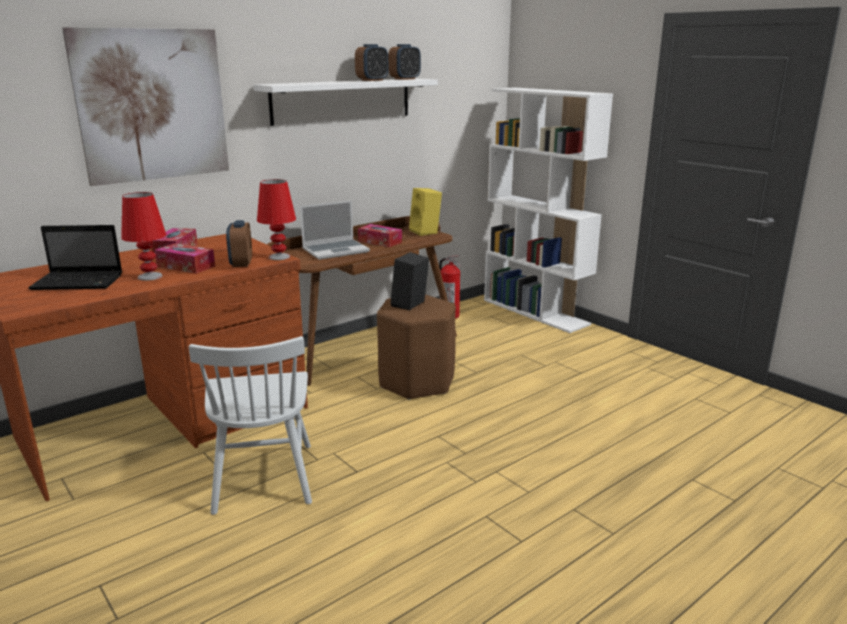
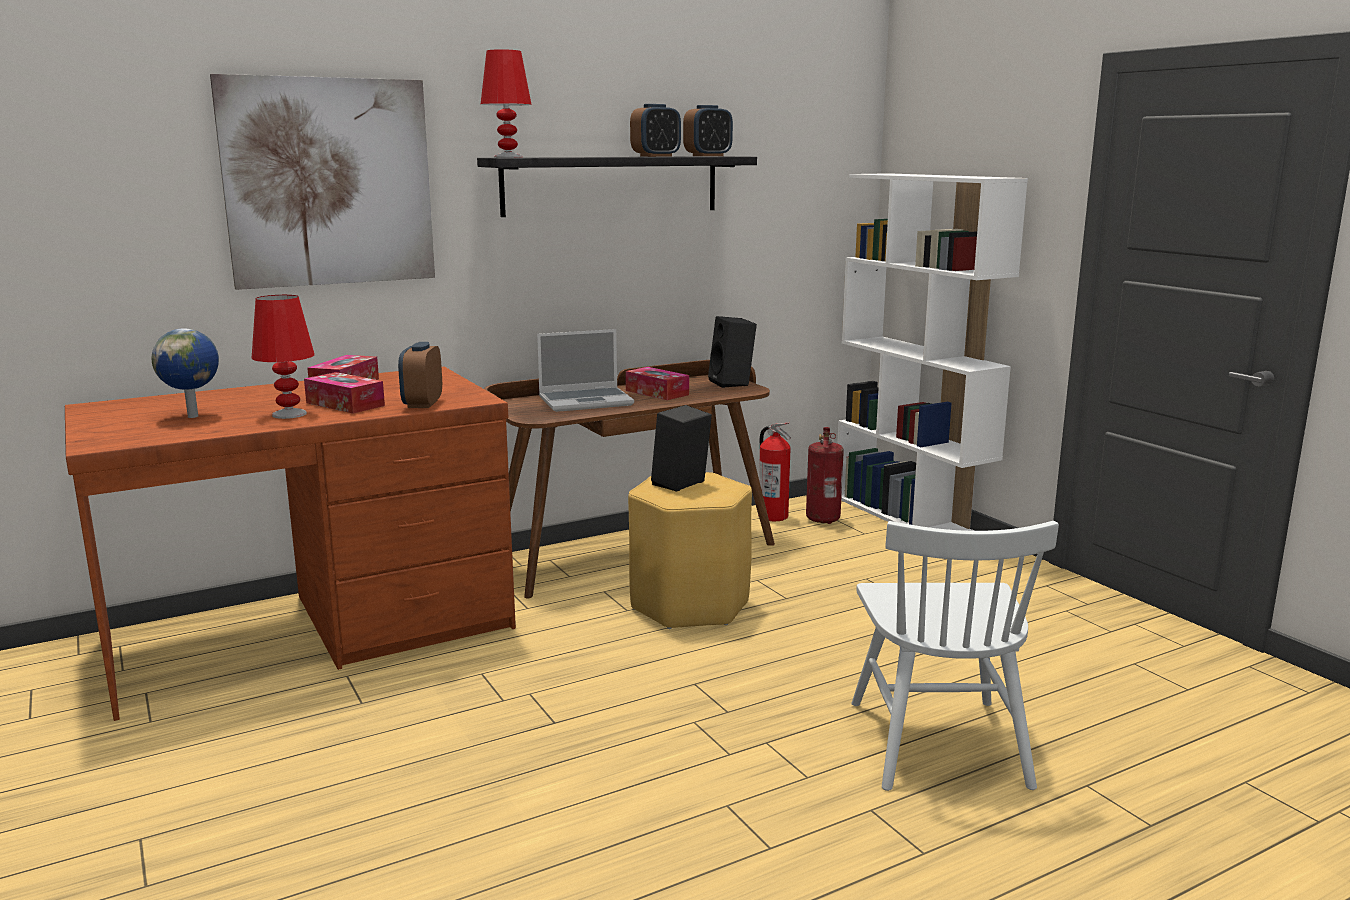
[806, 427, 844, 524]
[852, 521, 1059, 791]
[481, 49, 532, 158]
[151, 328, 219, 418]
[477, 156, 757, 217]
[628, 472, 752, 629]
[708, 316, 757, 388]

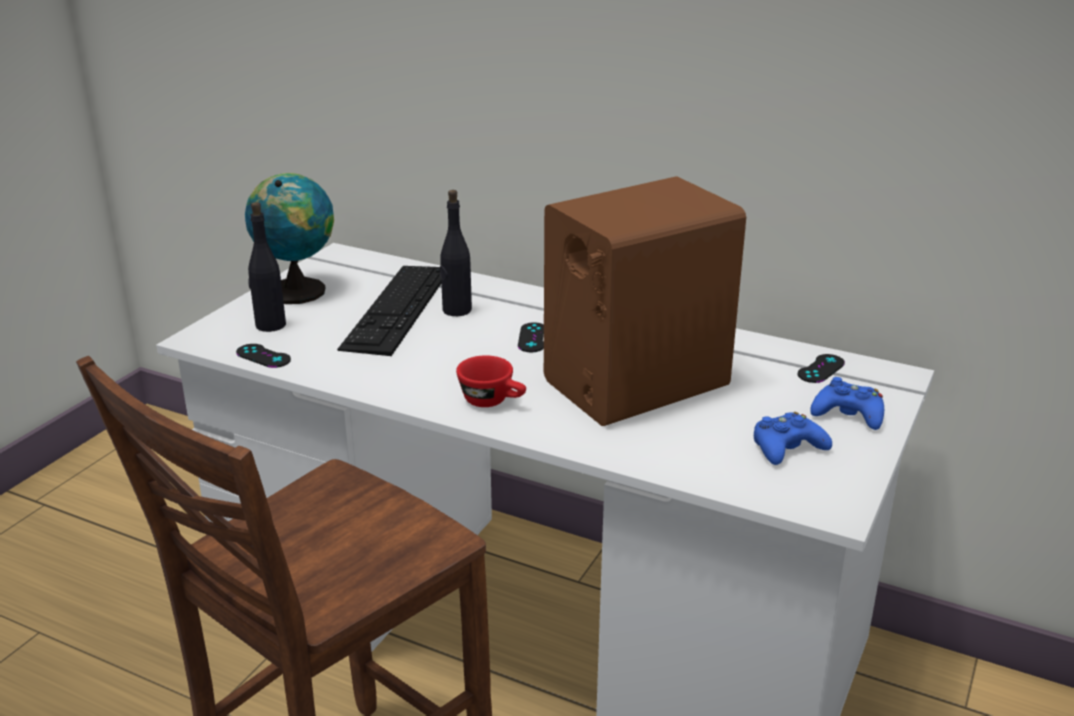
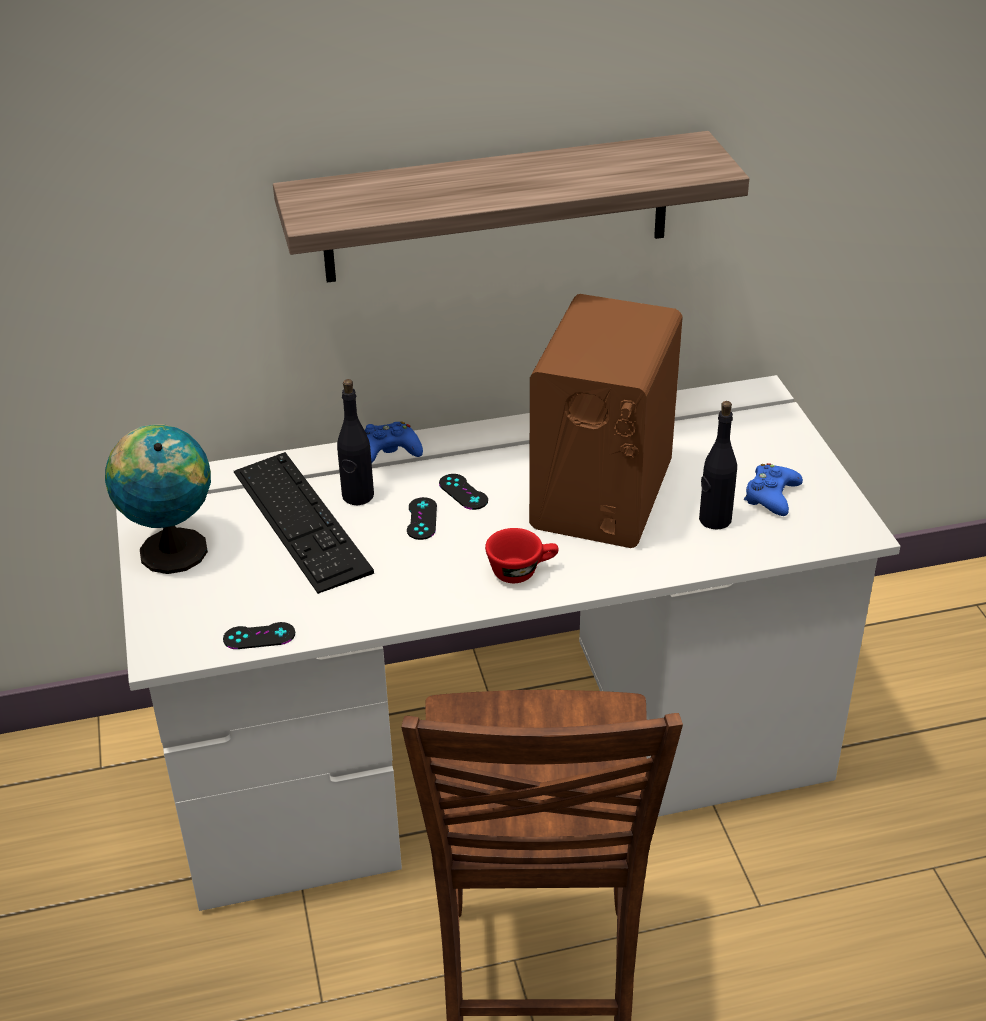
[273, 131, 749, 283]
[699, 401, 737, 530]
[407, 497, 437, 540]
[365, 421, 423, 463]

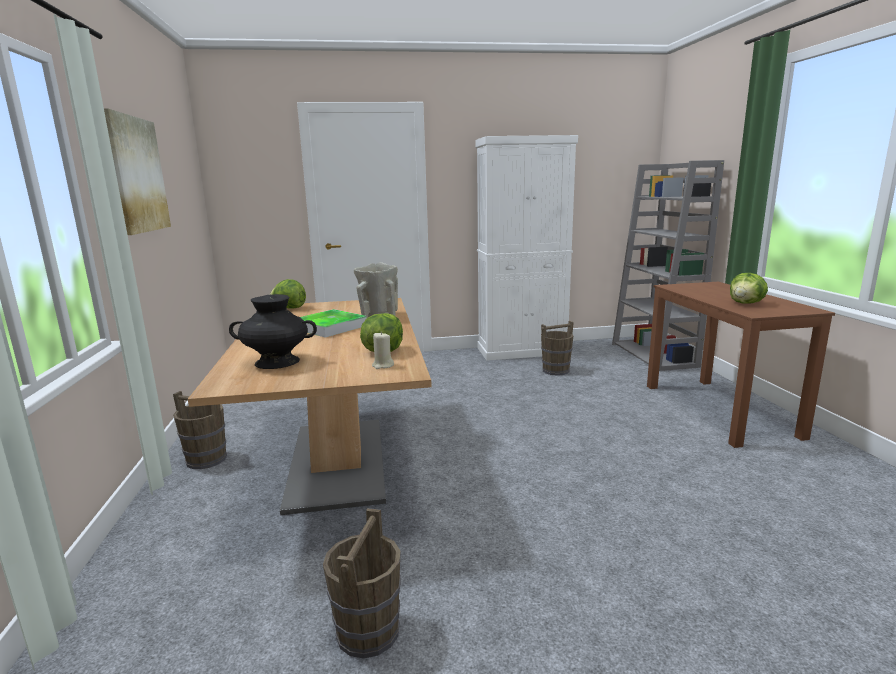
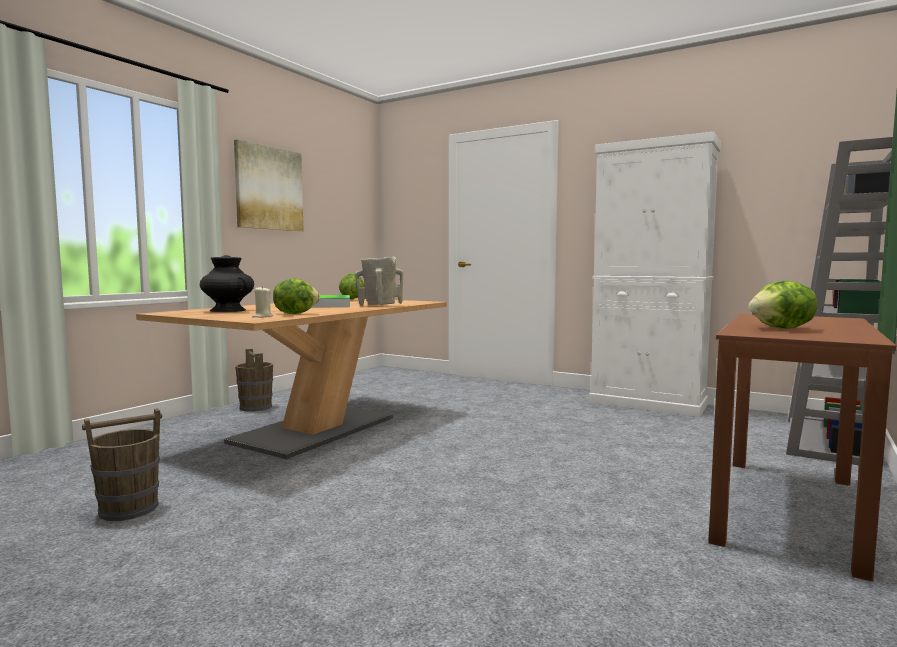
[541, 321, 574, 376] (first image)

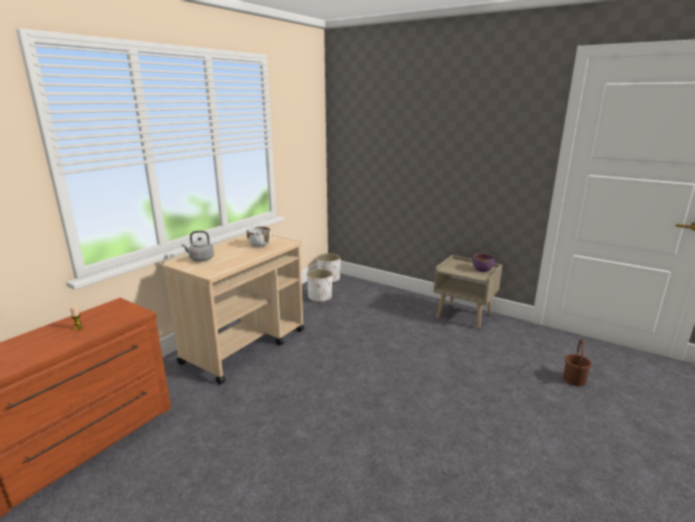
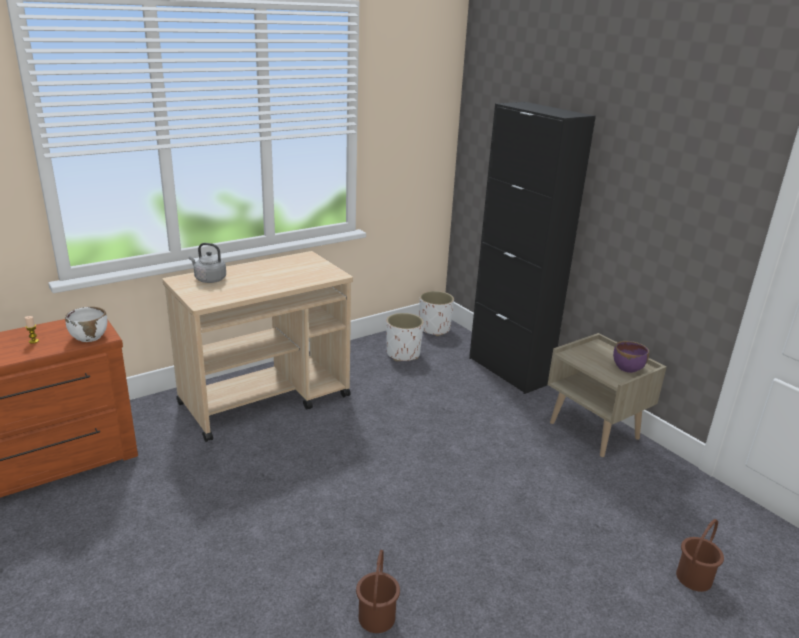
[356, 550, 400, 633]
[469, 102, 596, 394]
[65, 307, 107, 342]

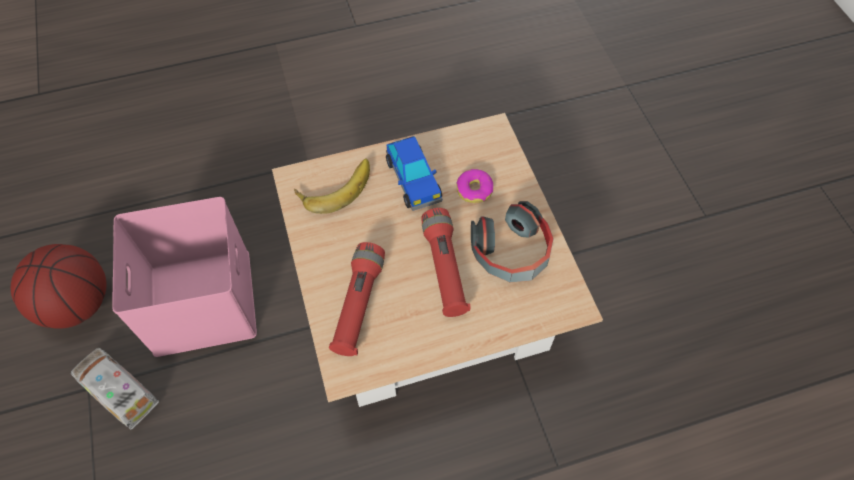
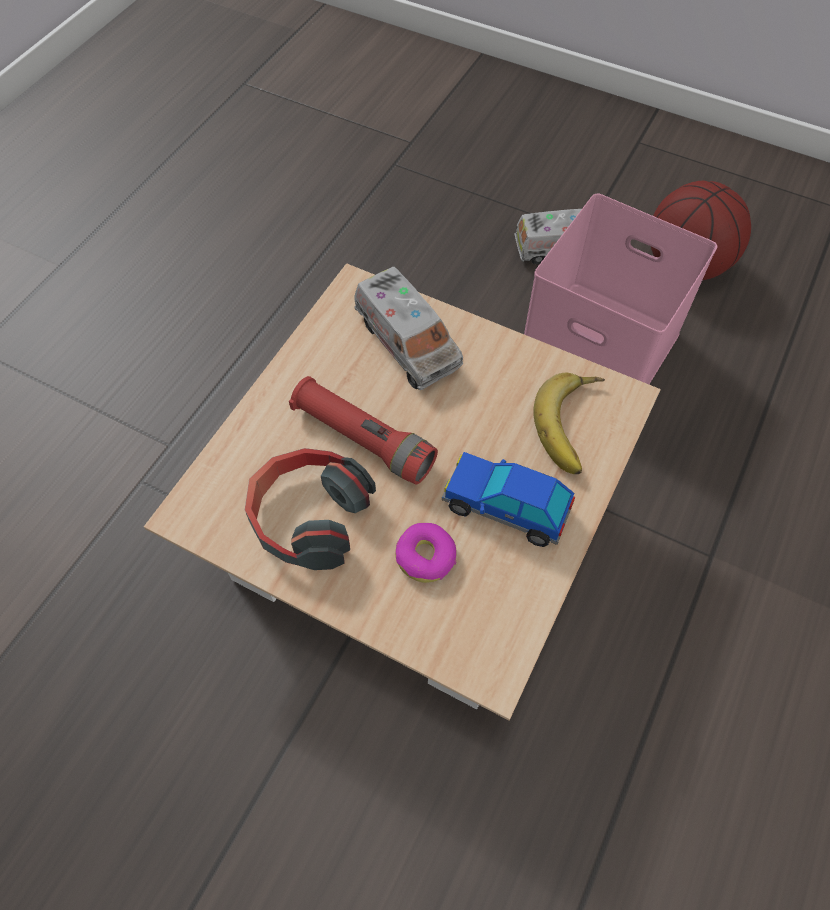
[354, 267, 463, 390]

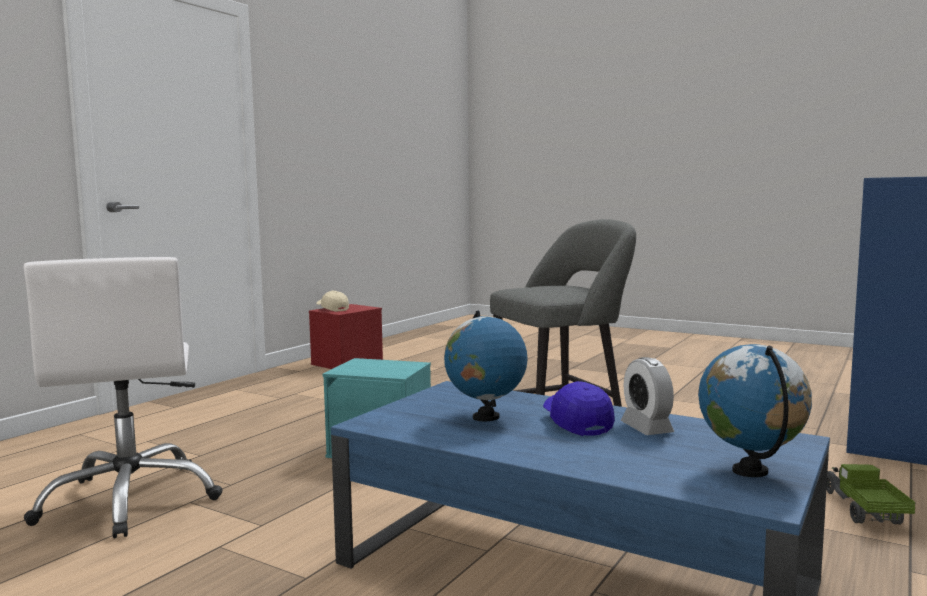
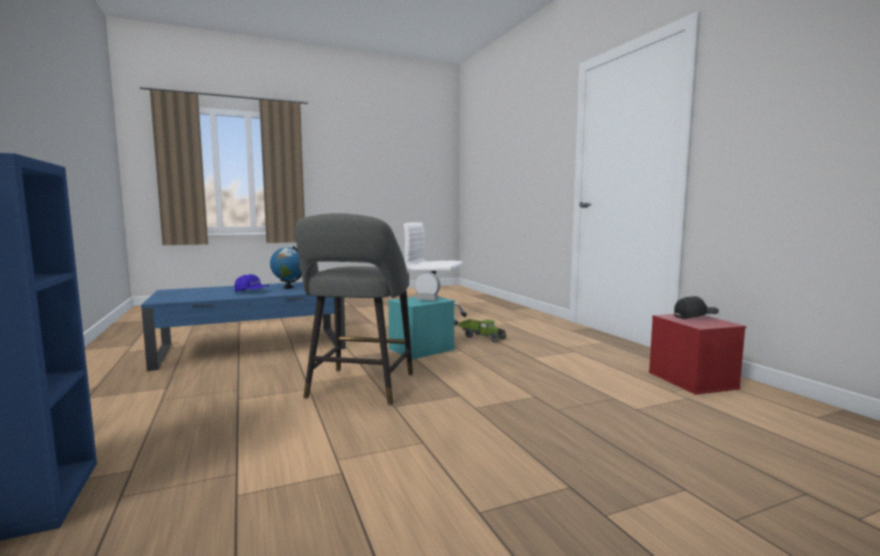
[698, 344, 812, 477] (first image)
[414, 272, 440, 301]
[459, 319, 506, 343]
[674, 296, 719, 319]

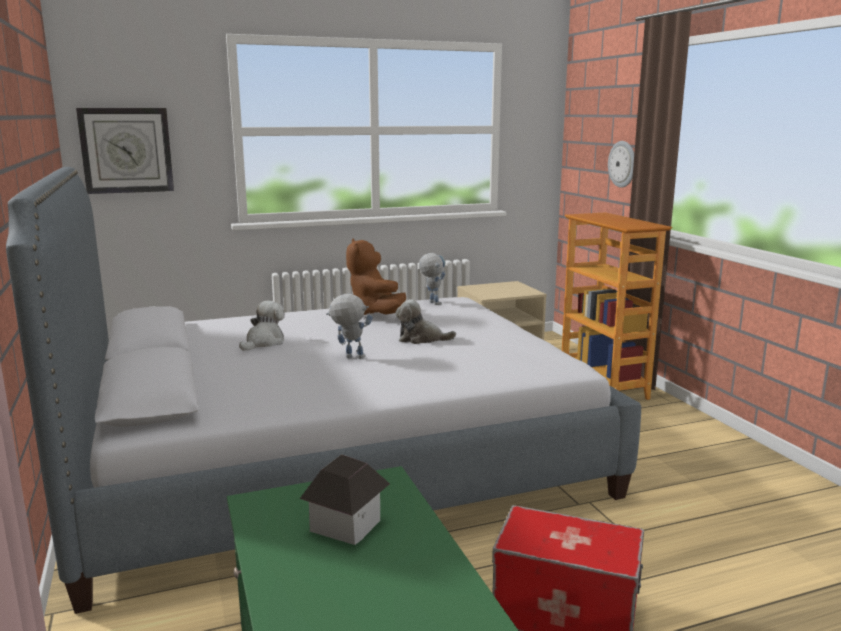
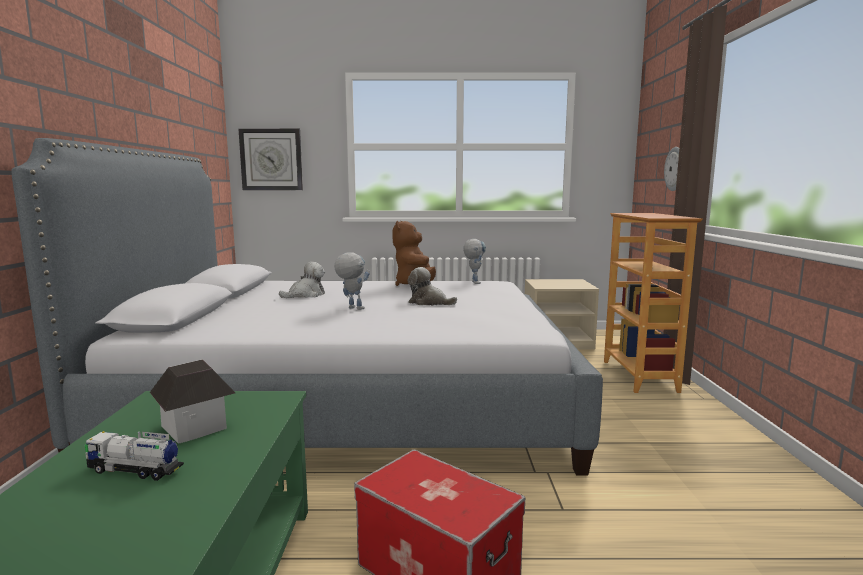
[85, 431, 184, 481]

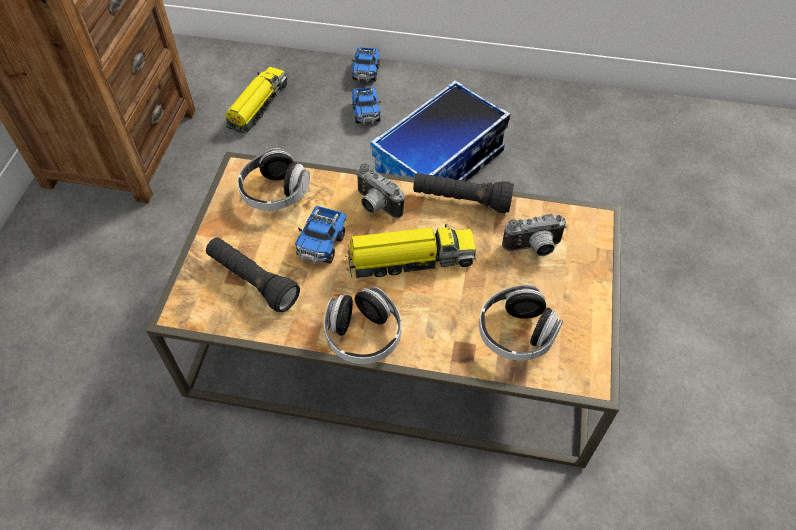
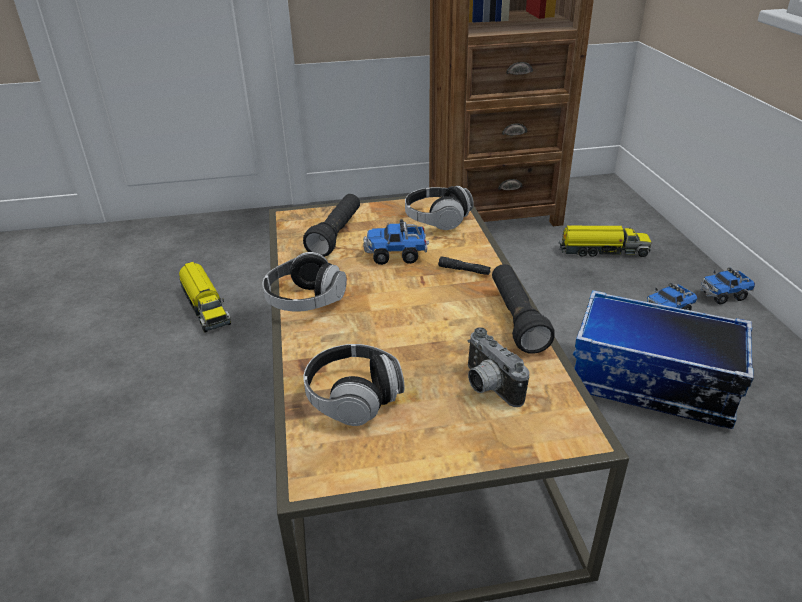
[179, 262, 231, 332]
[438, 256, 491, 275]

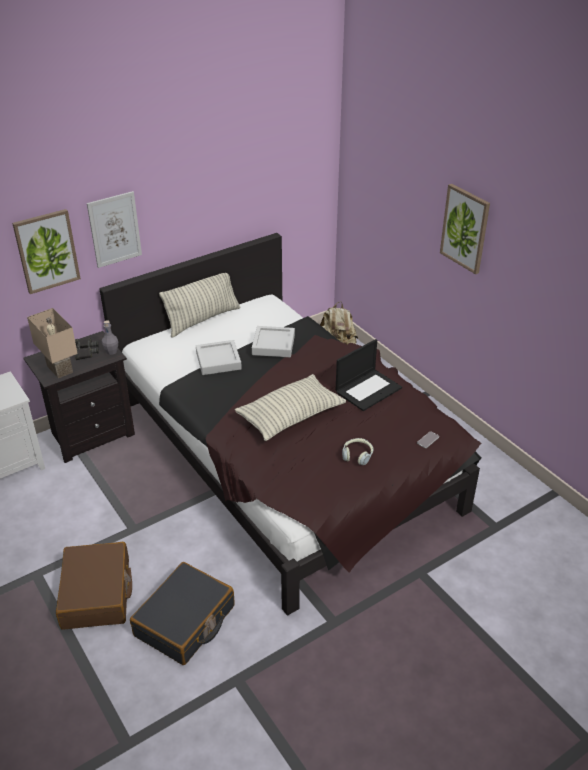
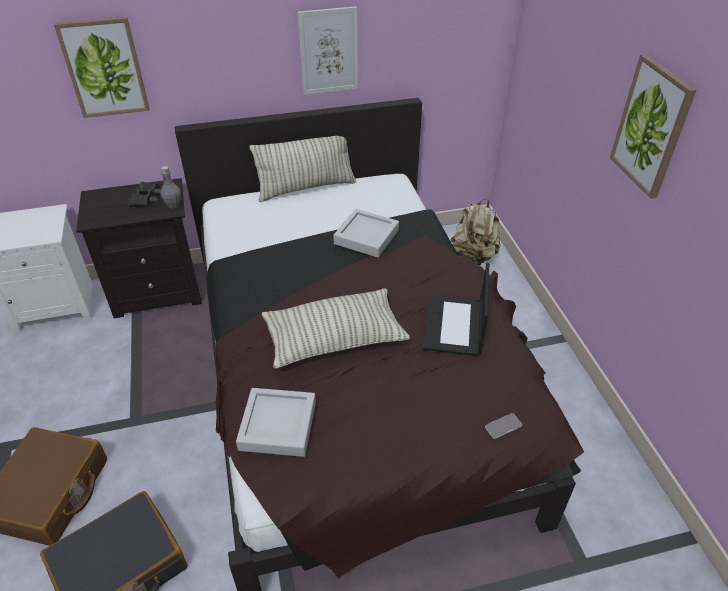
[27, 308, 78, 378] (first image)
[342, 438, 374, 465] (first image)
[298, 6, 358, 95]
[236, 388, 316, 457]
[423, 263, 489, 356]

